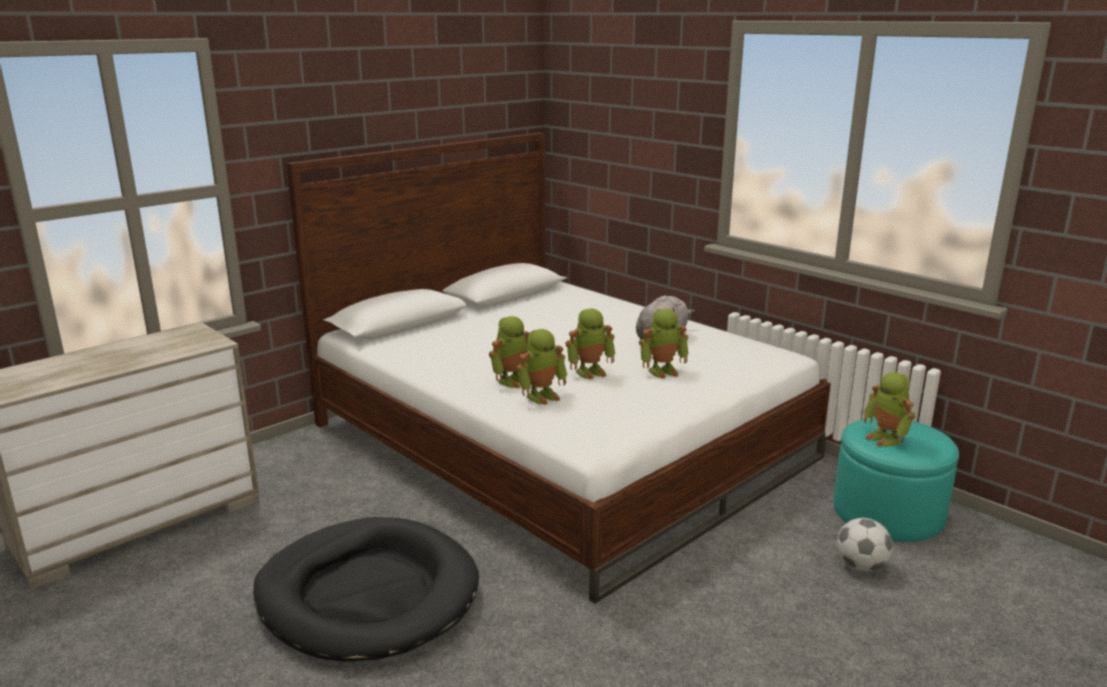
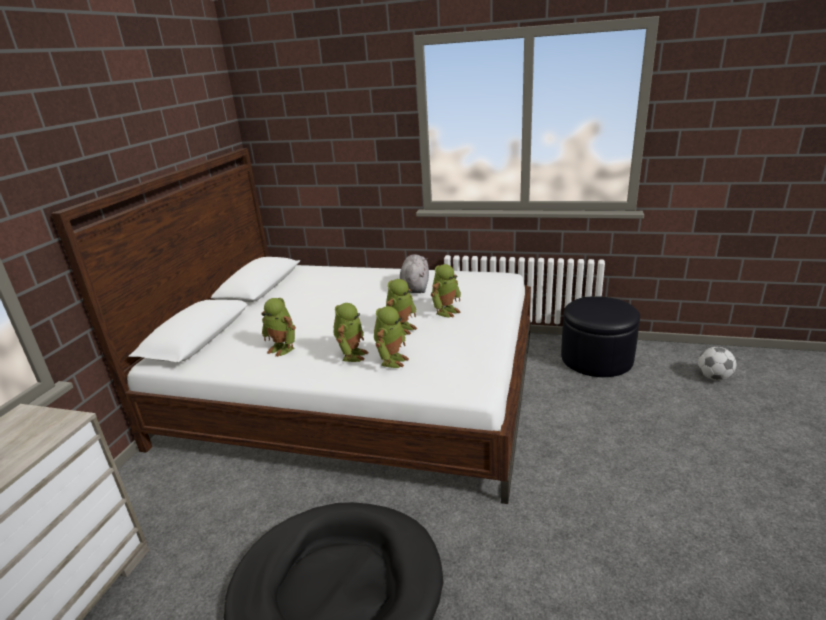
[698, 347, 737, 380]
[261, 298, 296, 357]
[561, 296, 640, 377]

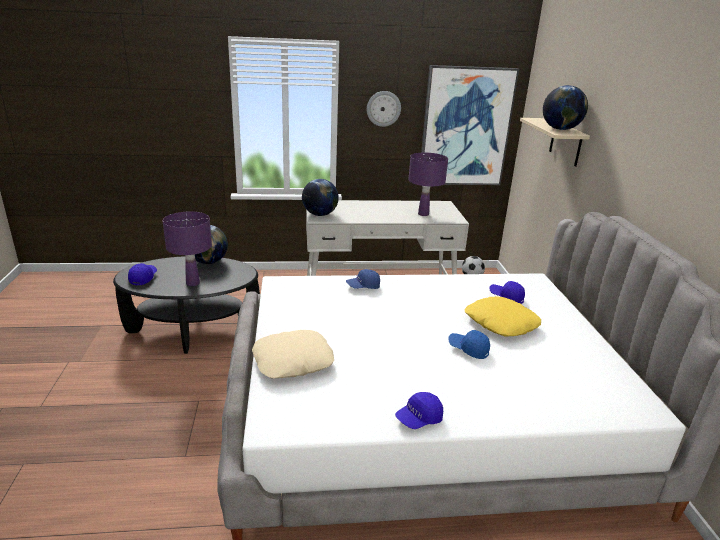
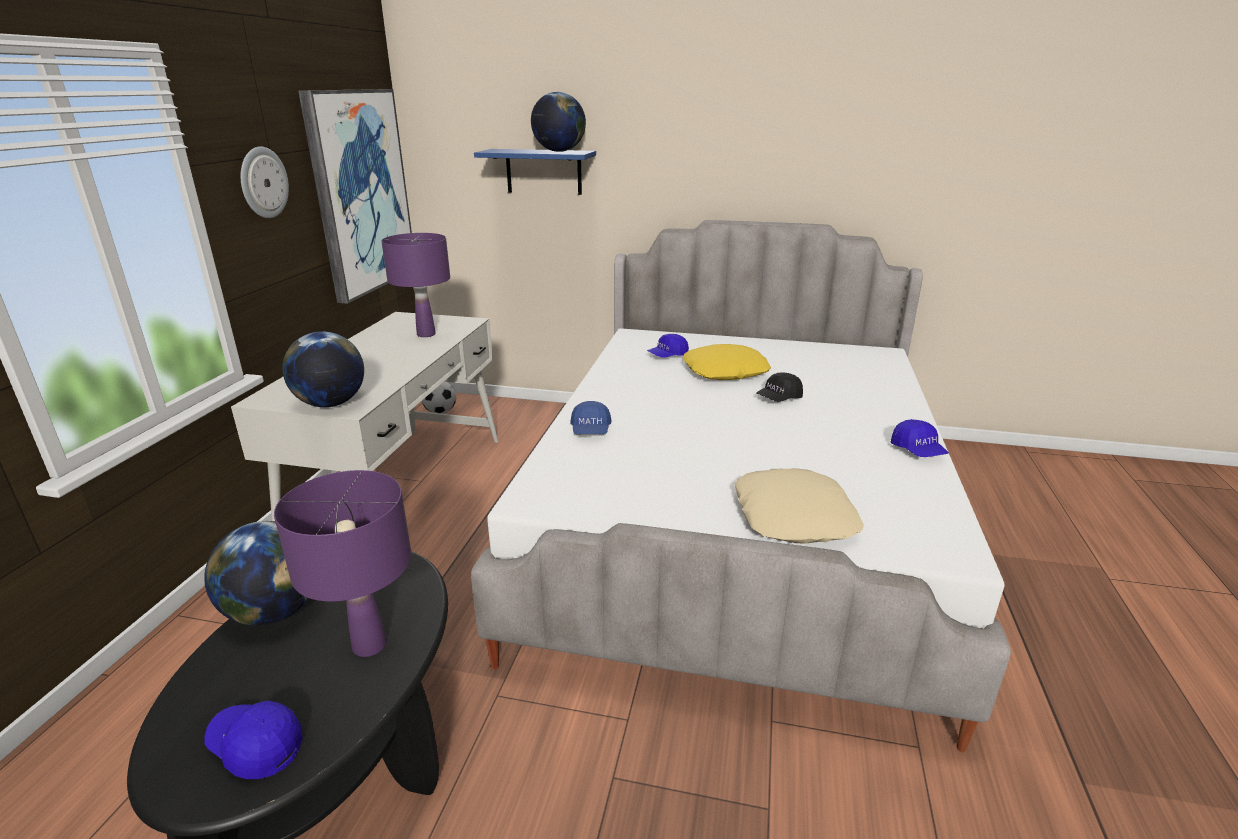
[756, 372, 803, 402]
[474, 149, 596, 195]

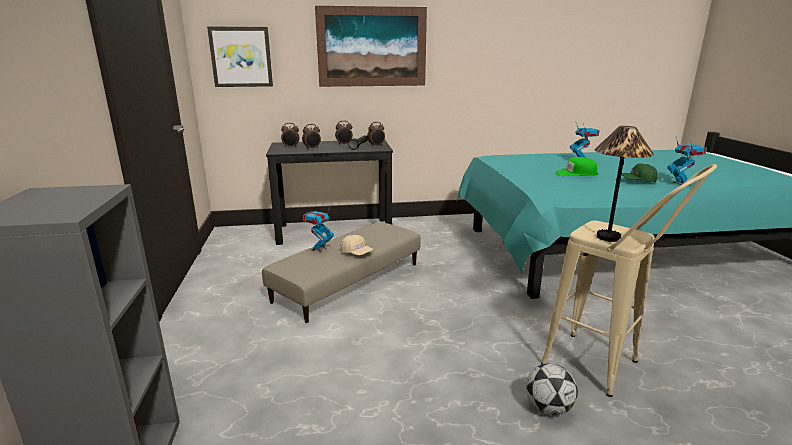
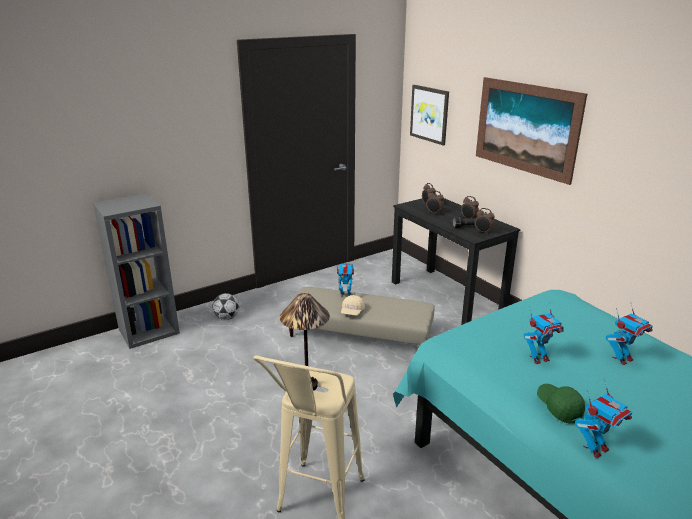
[212, 293, 240, 320]
[524, 304, 563, 364]

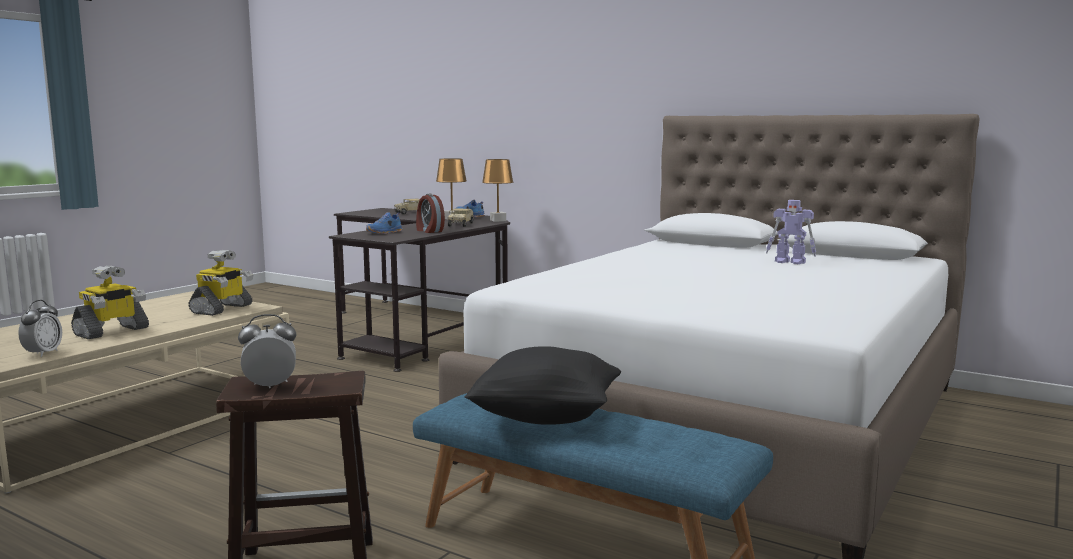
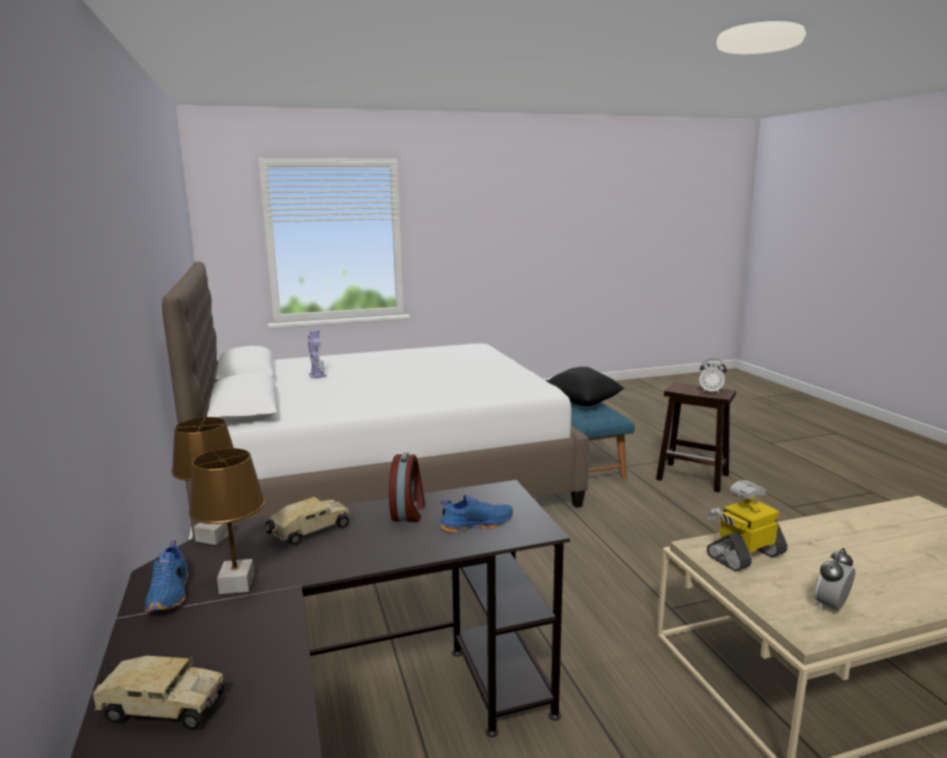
[71, 265, 149, 339] (first image)
[814, 548, 855, 611]

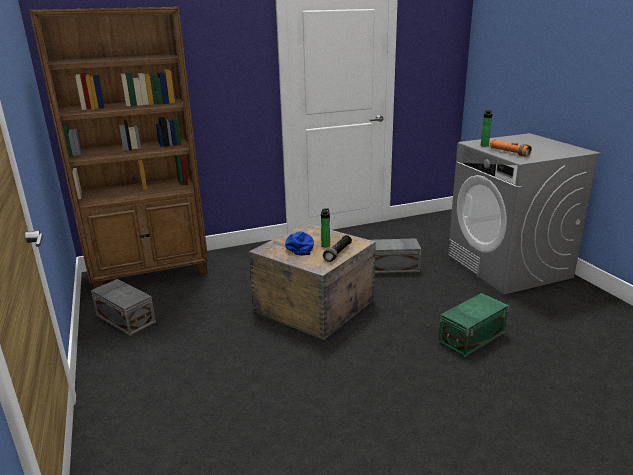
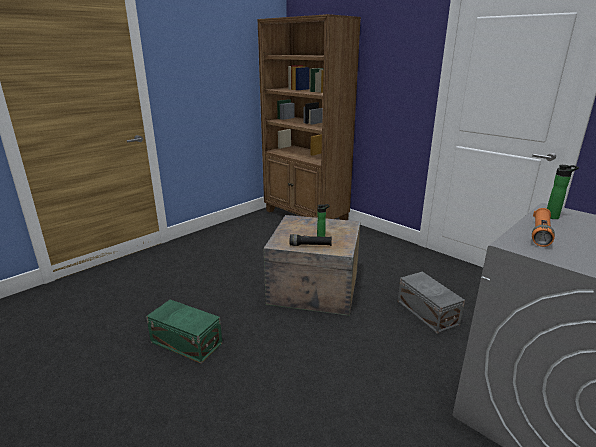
[91, 279, 156, 336] (first image)
[285, 231, 314, 256] (first image)
[146, 300, 222, 364]

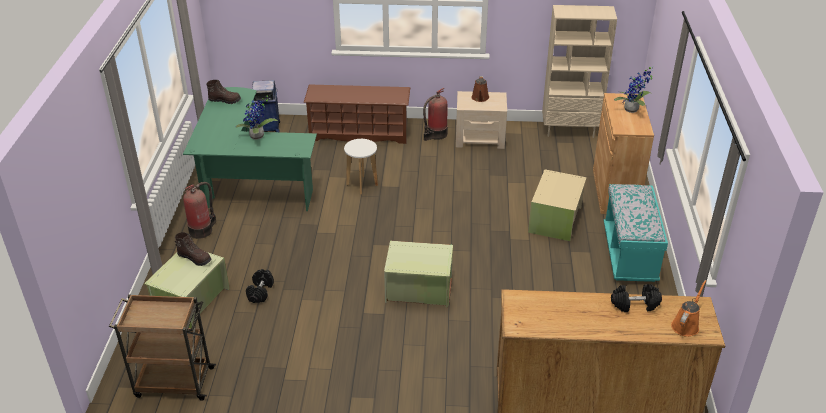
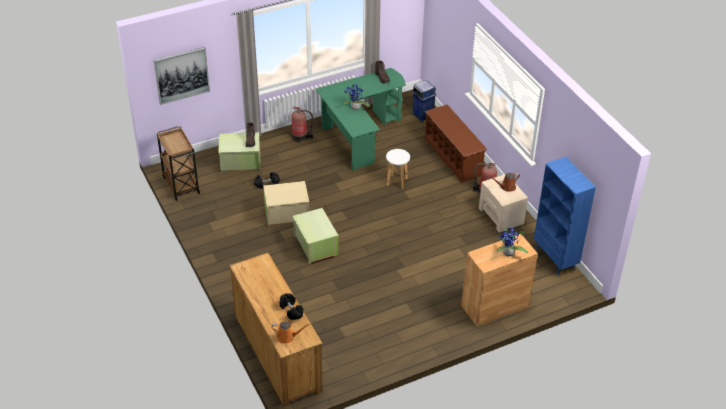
[604, 184, 668, 282] (first image)
[153, 47, 210, 105]
[263, 181, 309, 226]
[534, 157, 596, 275]

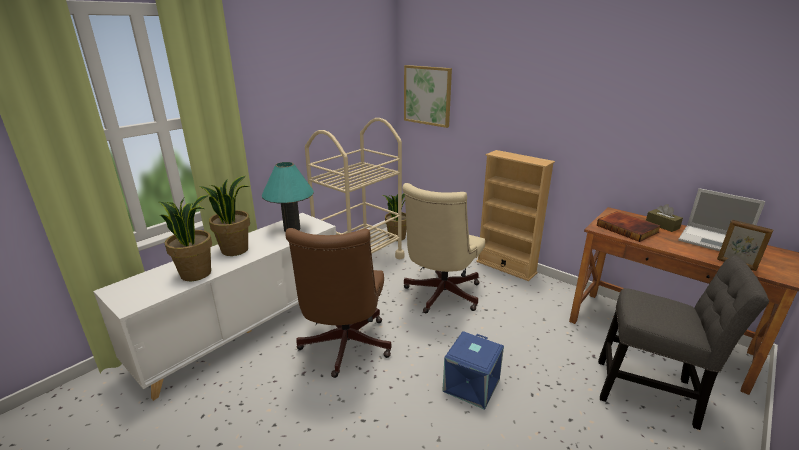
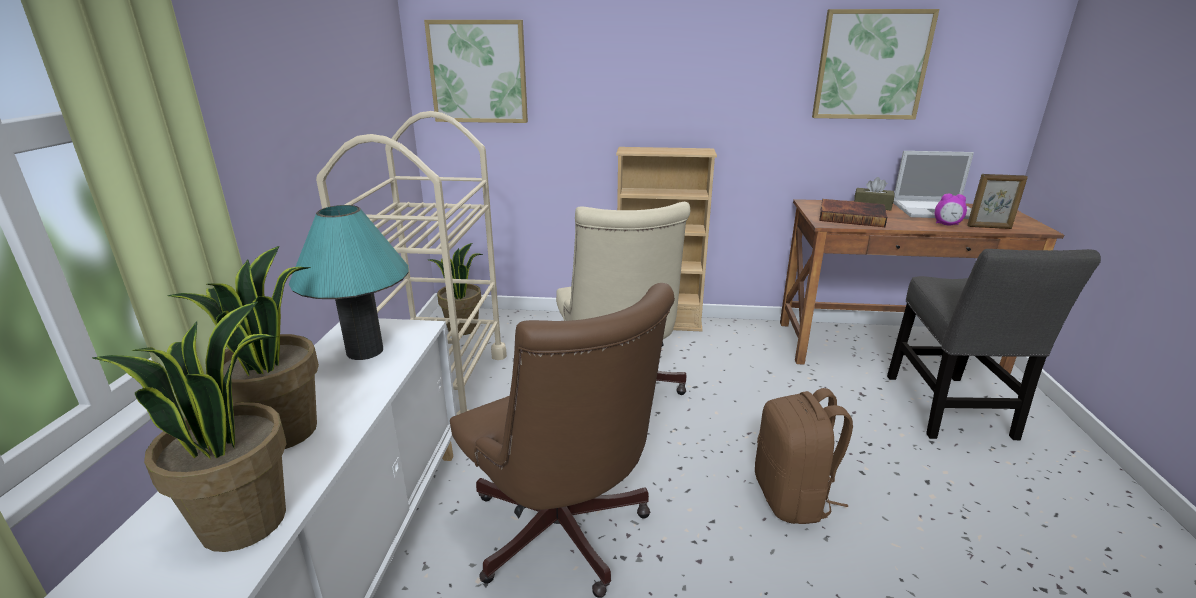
[812, 9, 939, 120]
[935, 194, 967, 225]
[755, 388, 853, 524]
[887, 249, 1101, 440]

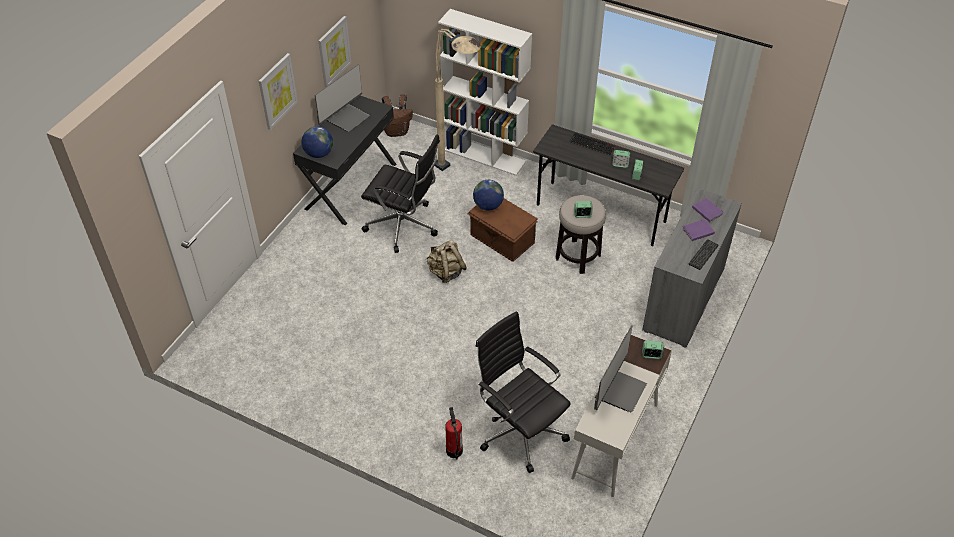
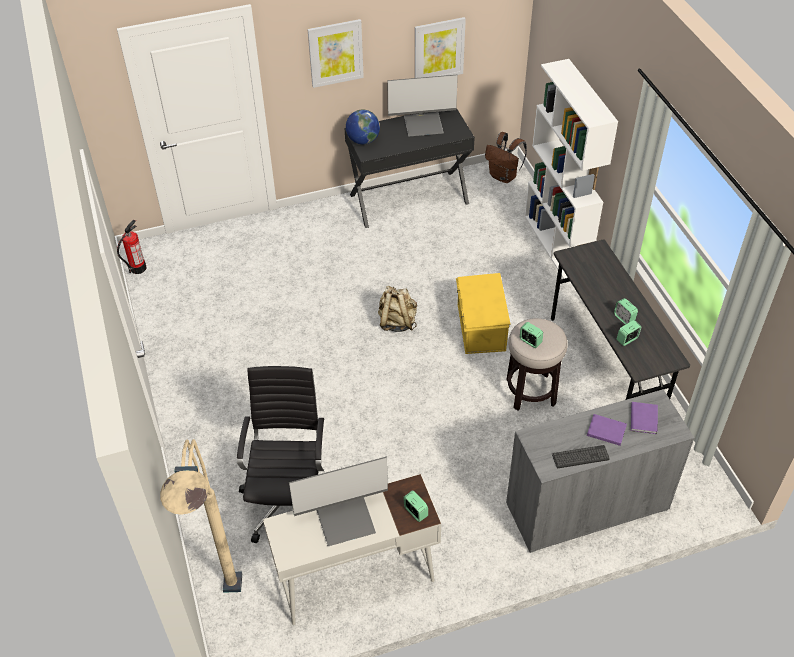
[361, 134, 440, 253] (first image)
[473, 180, 504, 211] (first image)
[569, 133, 615, 155] (first image)
[160, 439, 242, 593]
[117, 220, 146, 274]
[456, 273, 511, 354]

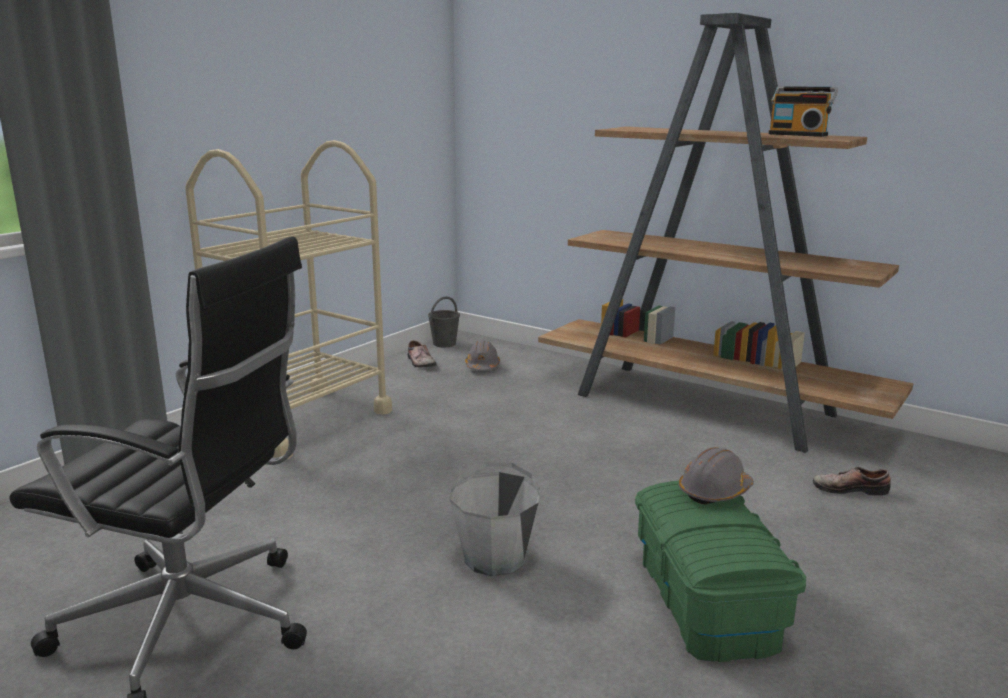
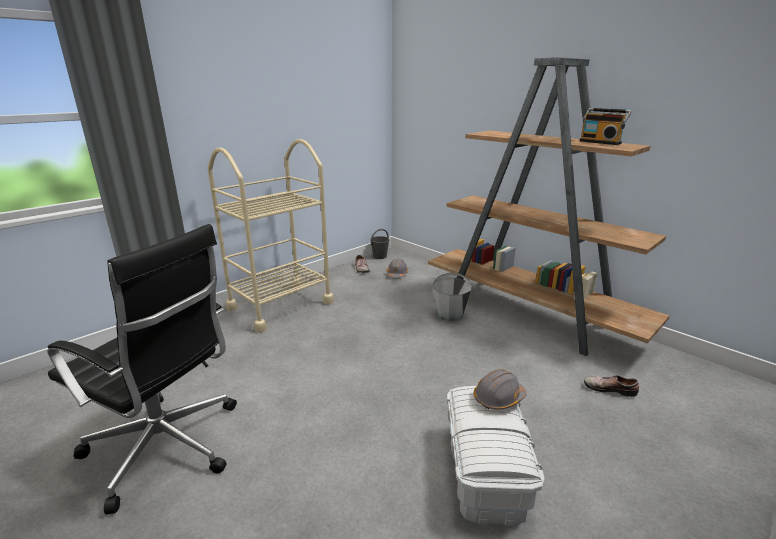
[432, 273, 472, 321]
[447, 386, 545, 526]

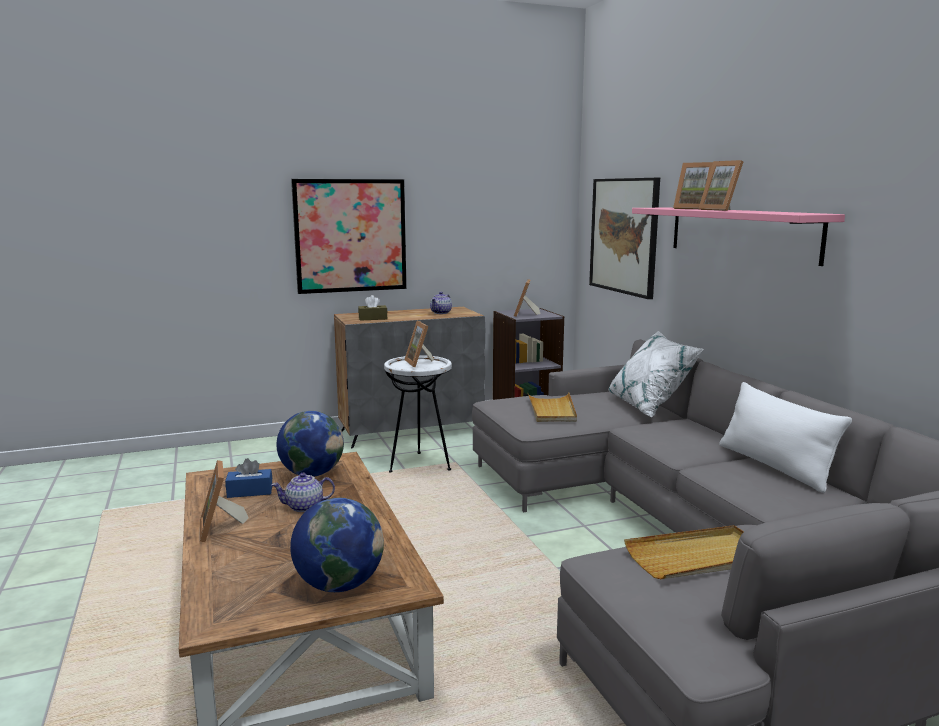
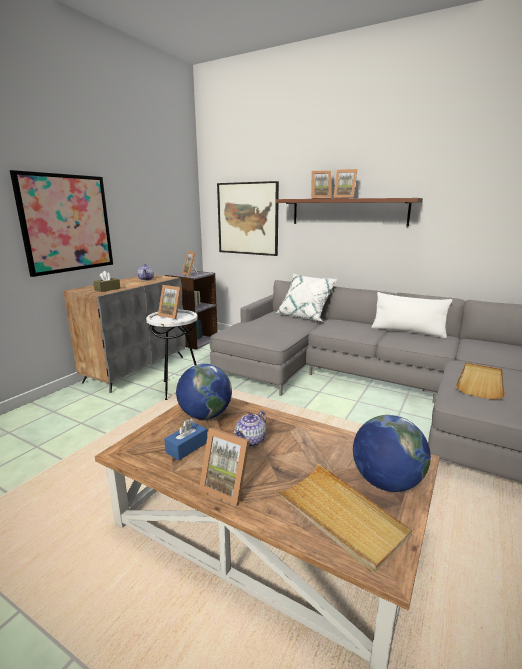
[275, 463, 412, 573]
[276, 198, 423, 226]

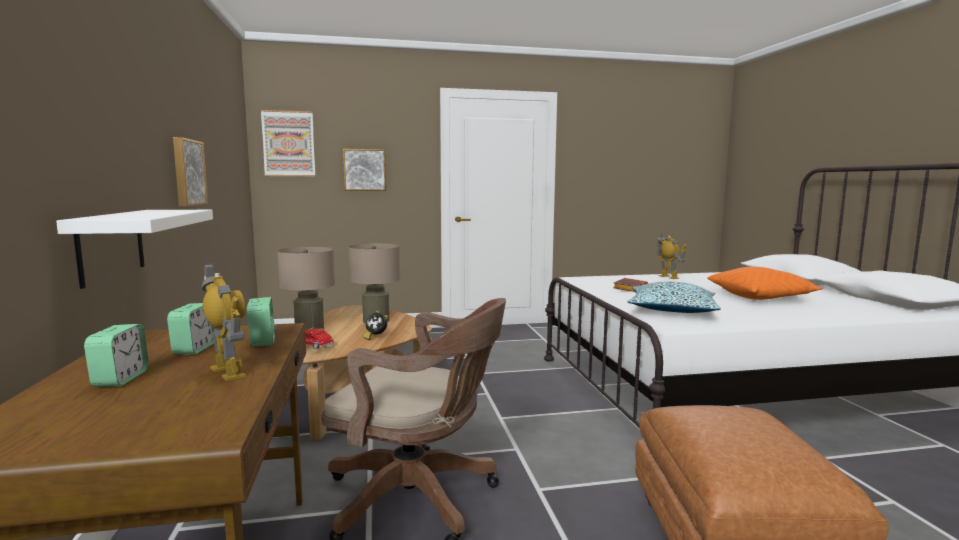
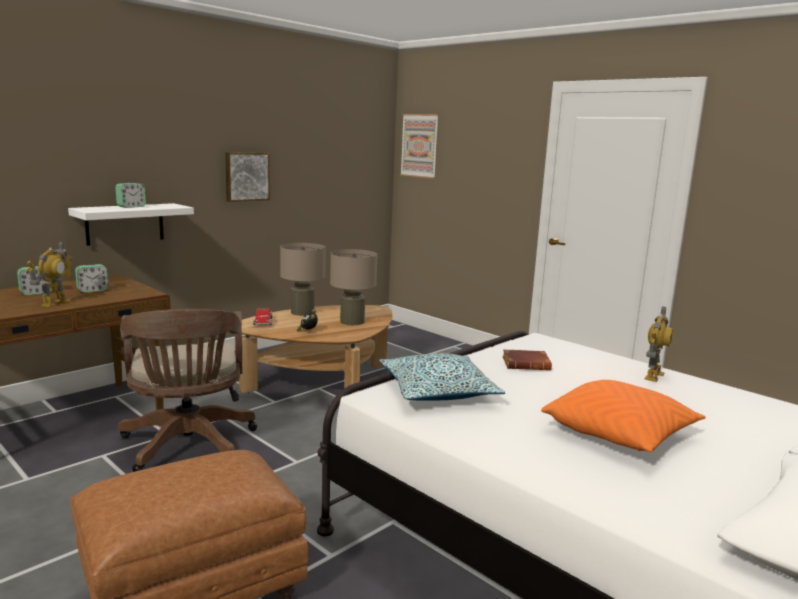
[343, 149, 386, 191] (first image)
[115, 183, 146, 208]

